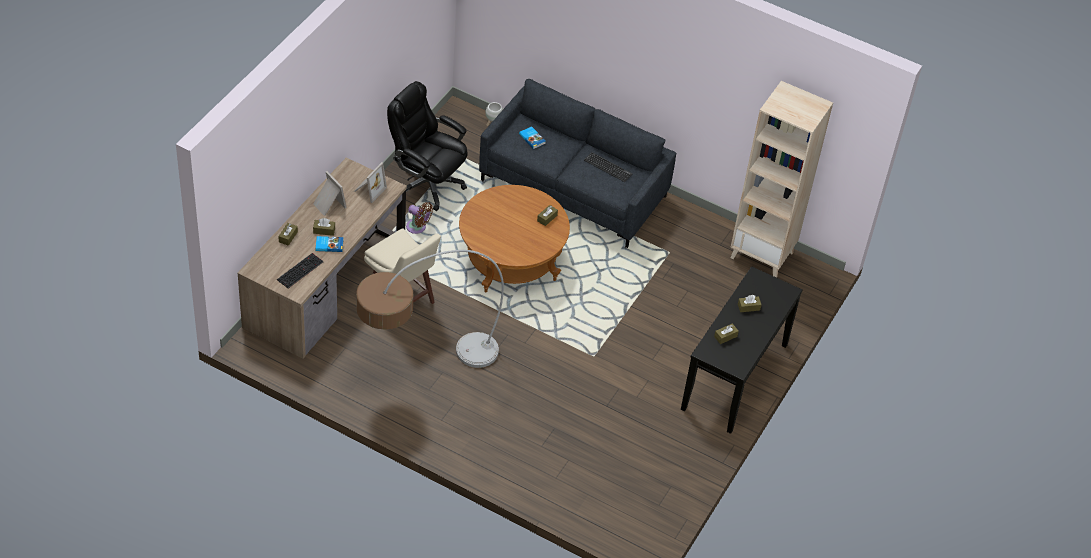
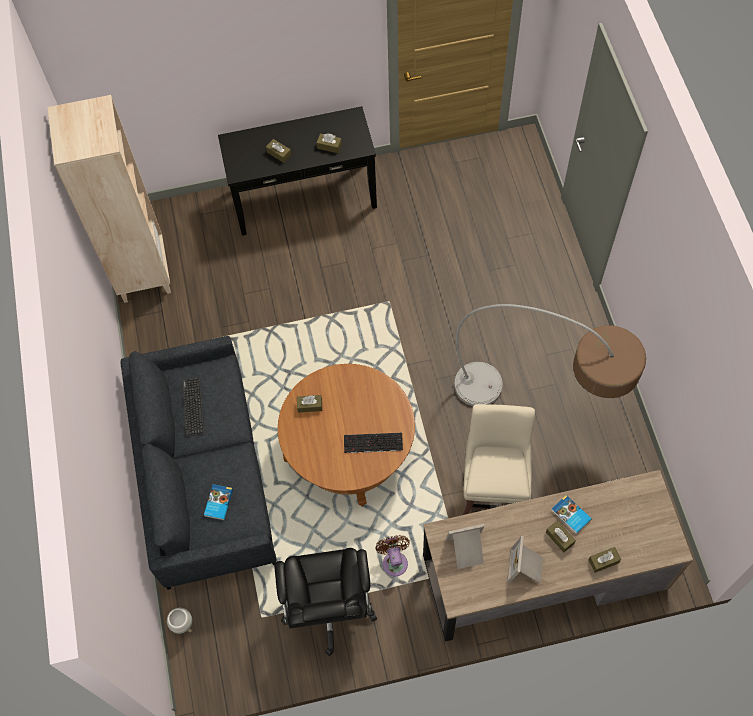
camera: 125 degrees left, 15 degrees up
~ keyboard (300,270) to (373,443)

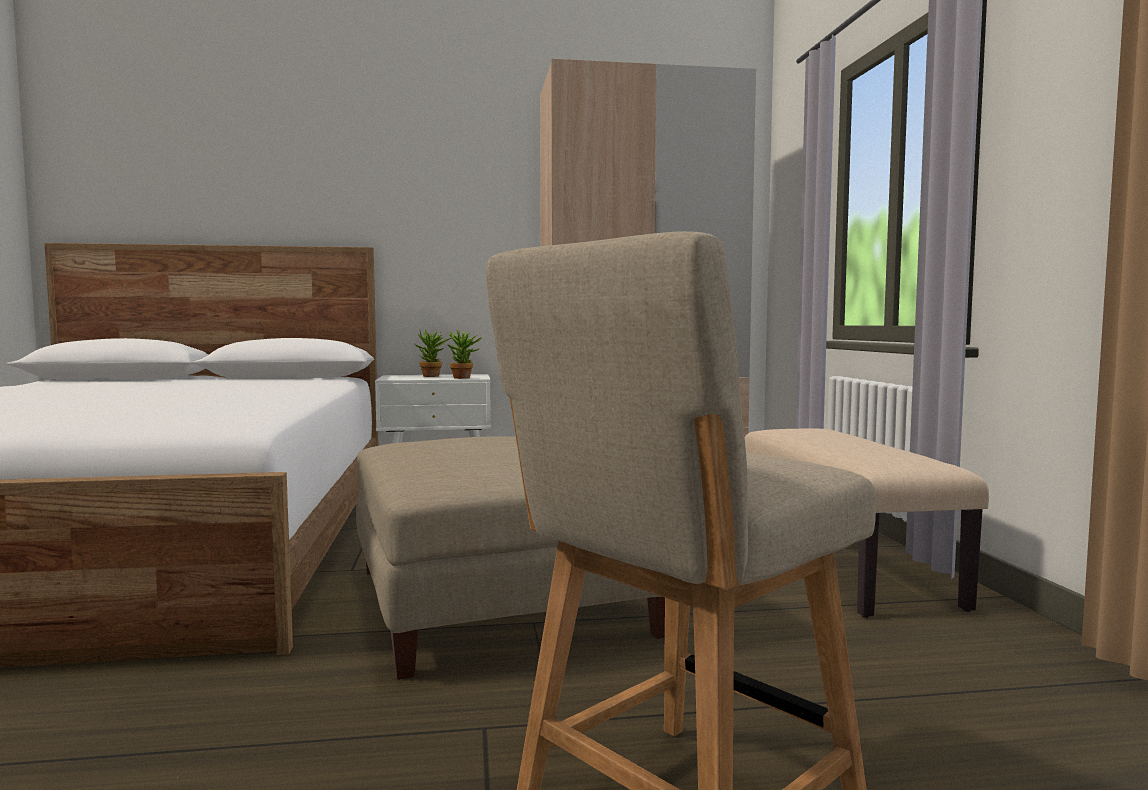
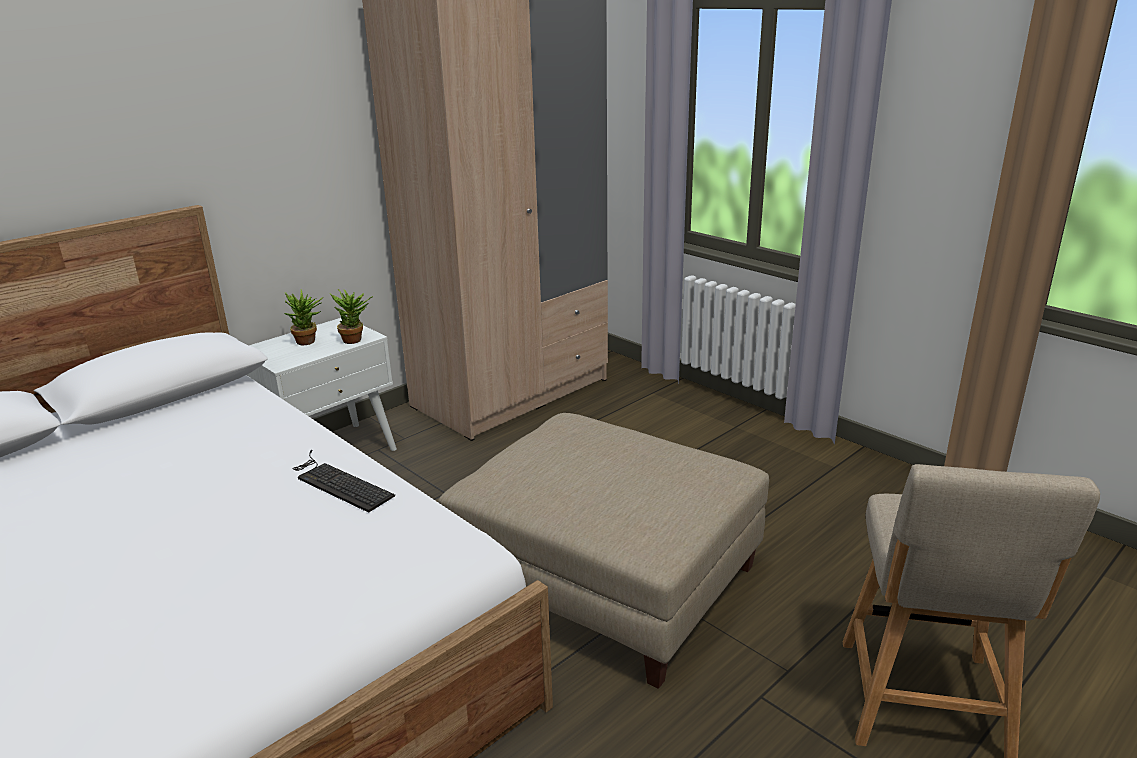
camera: 35 degrees left, 20 degrees up
- bench (beige) (867,523)
+ keyboard (344,481)

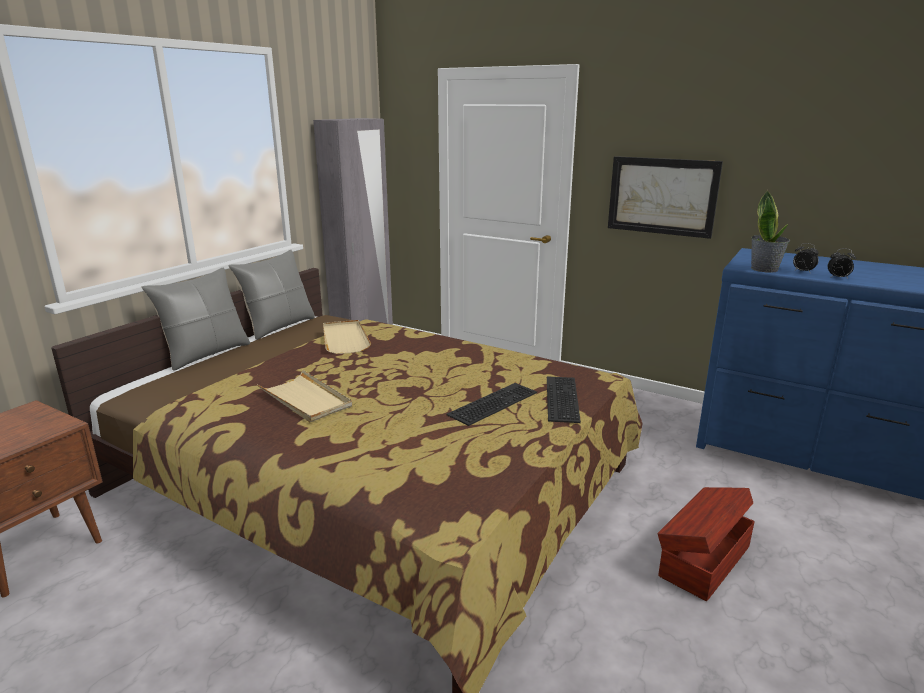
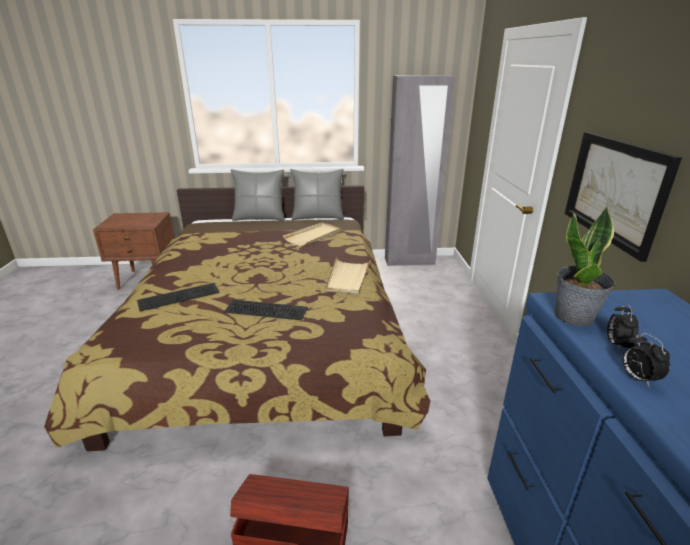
camera: 55 degrees right, 5 degrees up
~ tray (beige) (304,396) to (348,276)
~ keyboard (564,399) to (178,297)

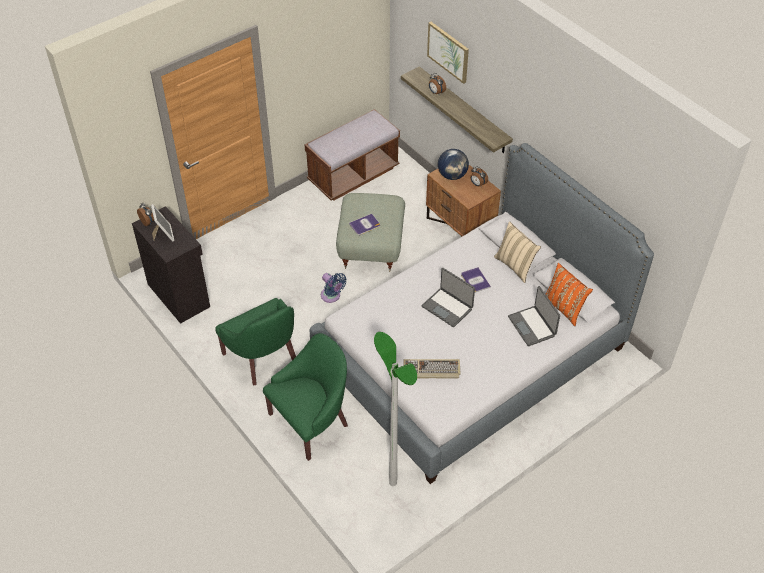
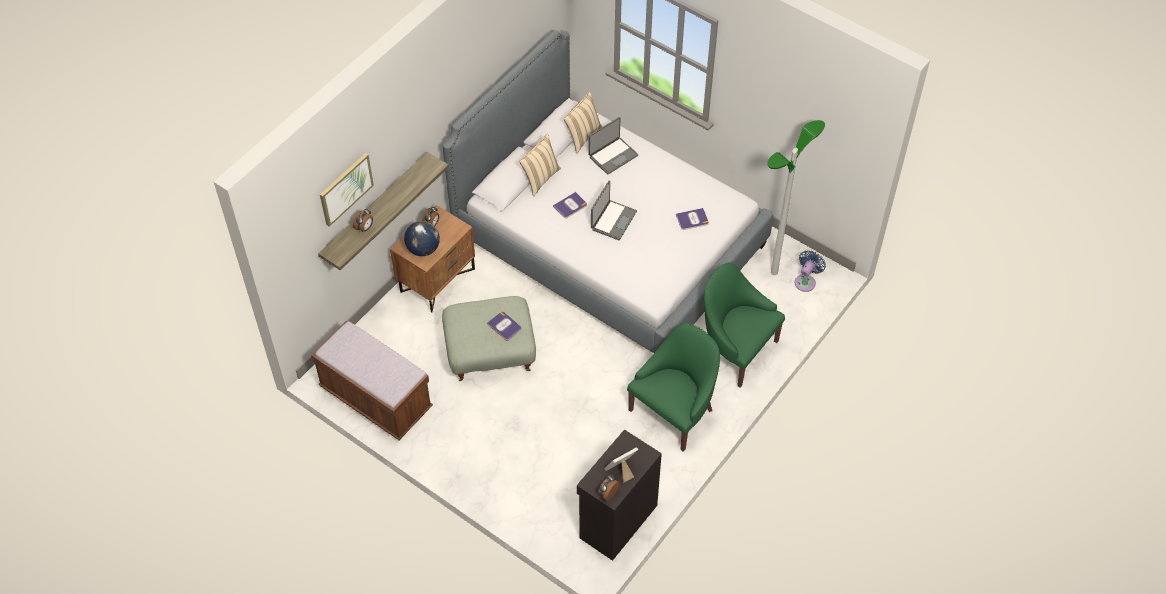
camera: 105 degrees left, 5 degrees up
~ fan (blue) (334,288) to (810,271)
~ keyboard (432,368) to book (692,219)
~ pillow (orange) (569,294) to pillow (beige) (583,123)

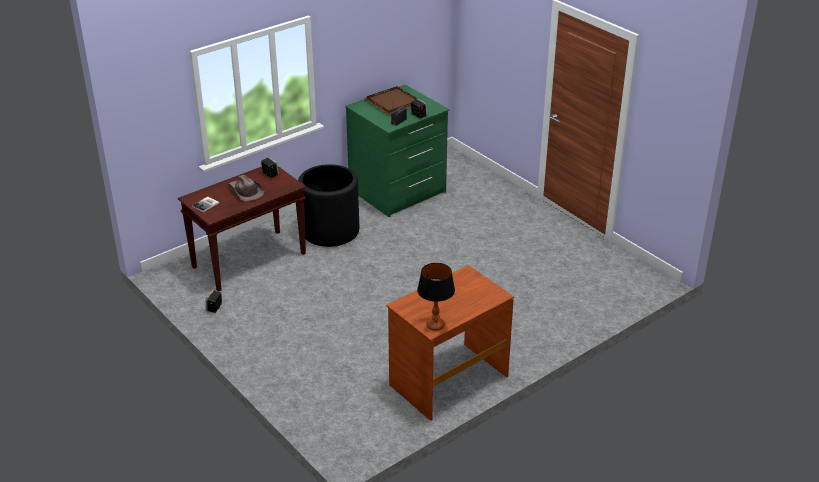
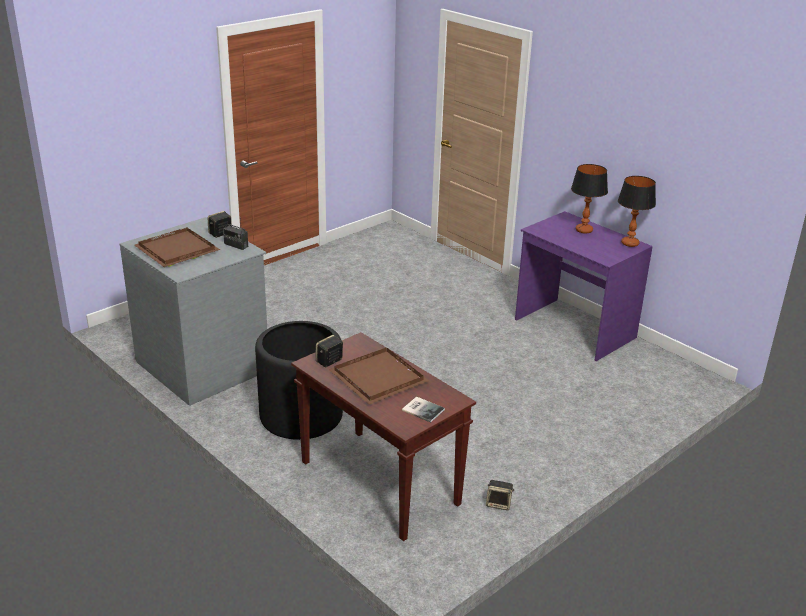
camera: 95 degrees left, 5 degrees down
+ table lamp (589,198)
~ hat (brown) (246,188) to tray (brown) (379,375)
~ dresser (green) (397,151) to dresser (grey) (193,311)
~ desk (brown) (450,343) to desk (purple) (583,286)

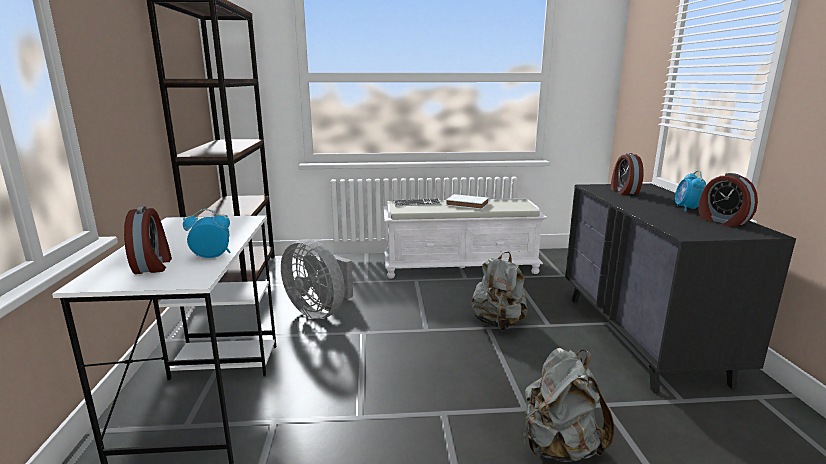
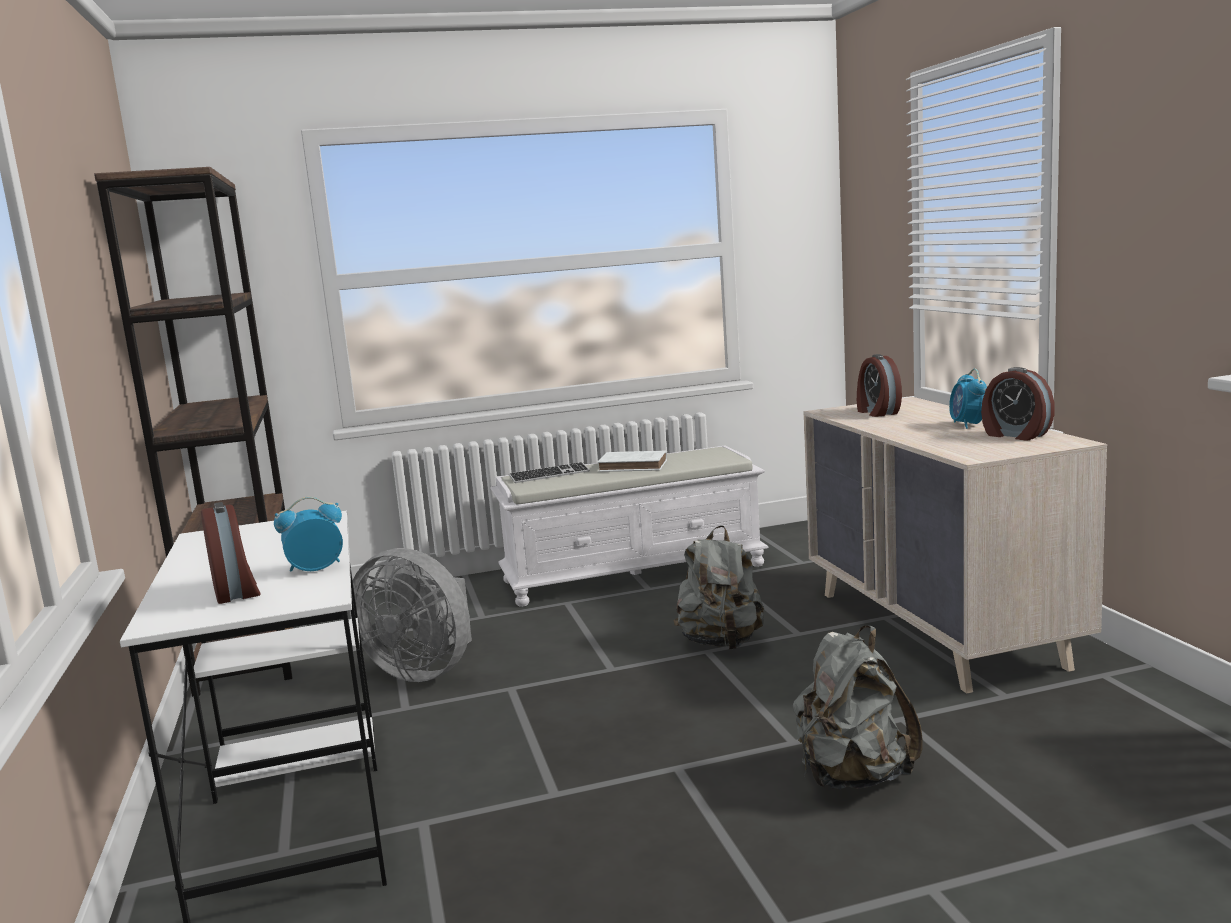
camera: 10 degrees left, 5 degrees down
~ dresser (black) (680,288) to dresser (beige) (955,545)

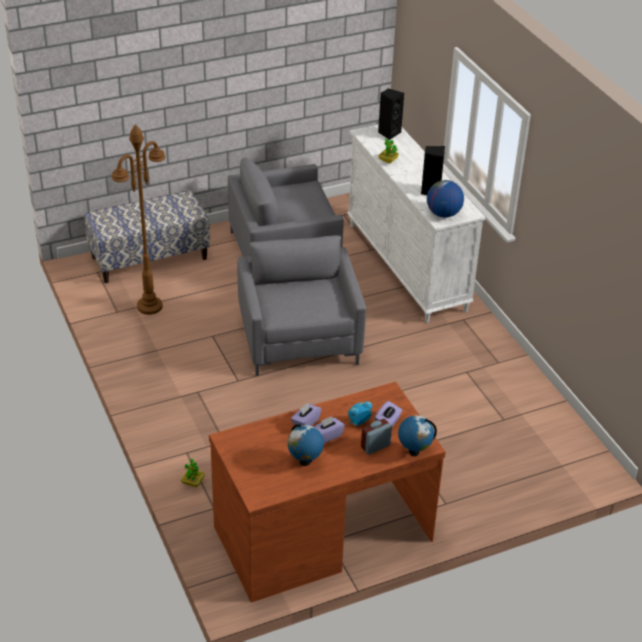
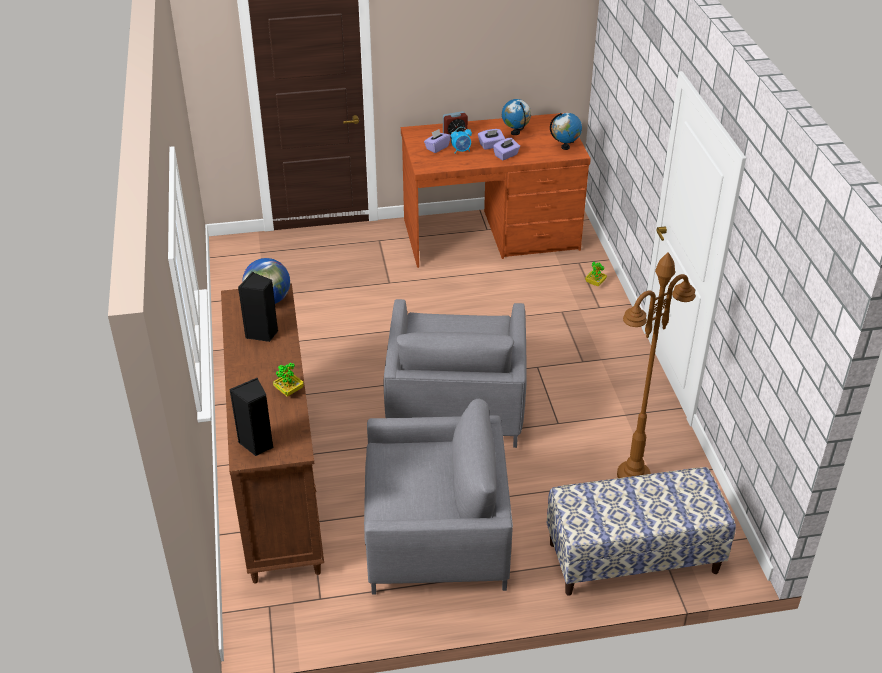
camera: 165 degrees left, 0 degrees up
~ globe (417,435) to (566,131)
~ dresser (white) (416,223) to dresser (brown) (272,433)

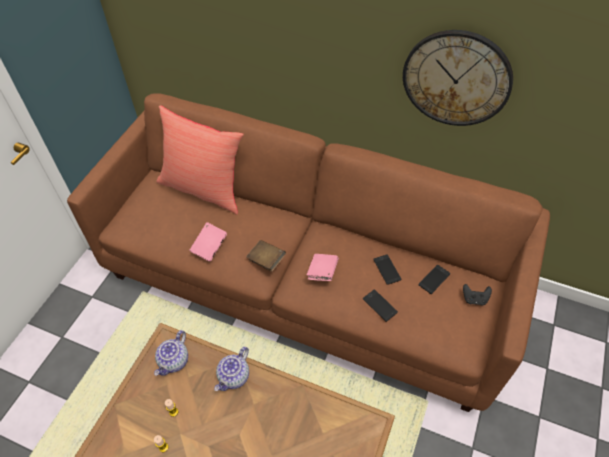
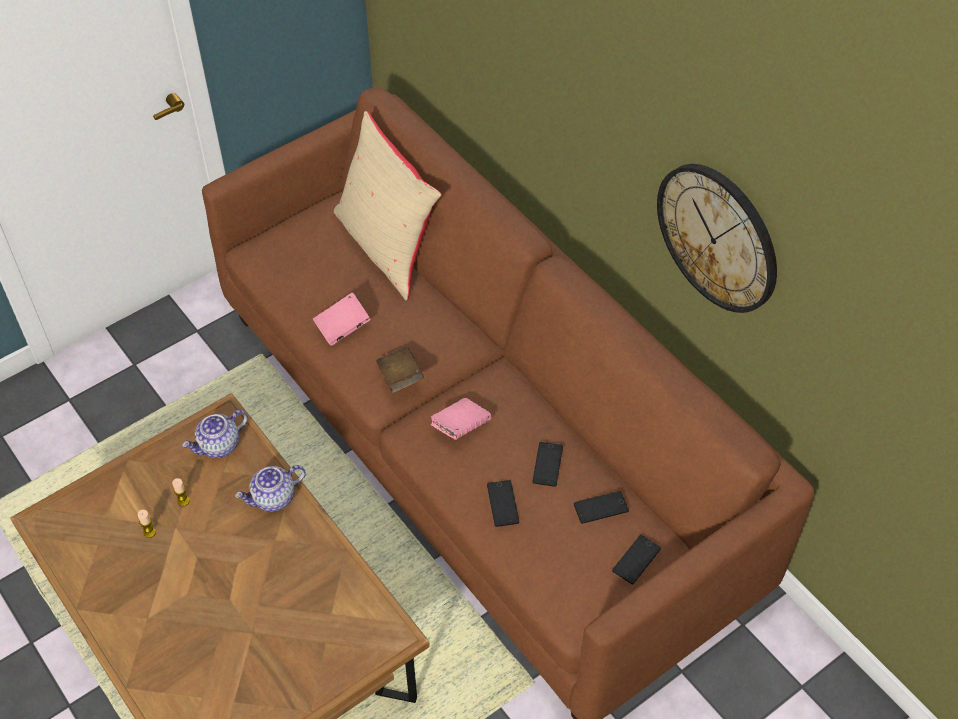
camera: 30 degrees right, 0 degrees up
~ game controller (black) (477,295) to phone (636,559)
~ pillow (red) (200,159) to pillow (beige) (388,205)

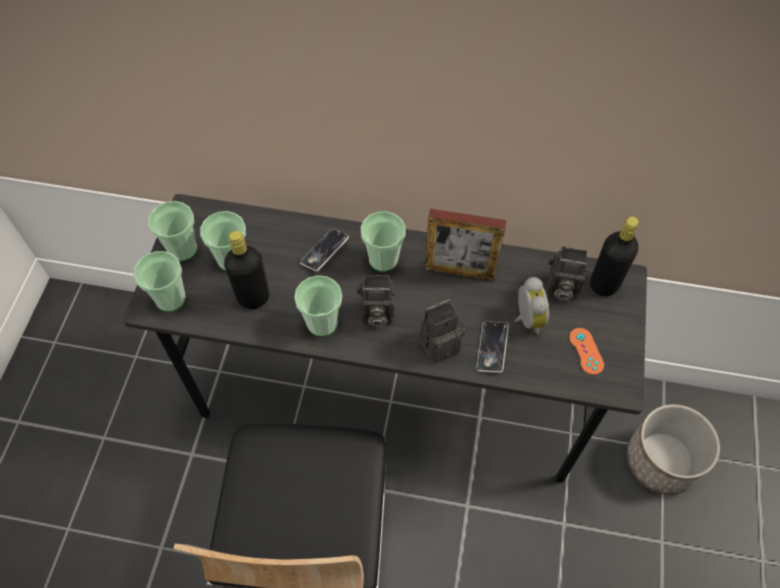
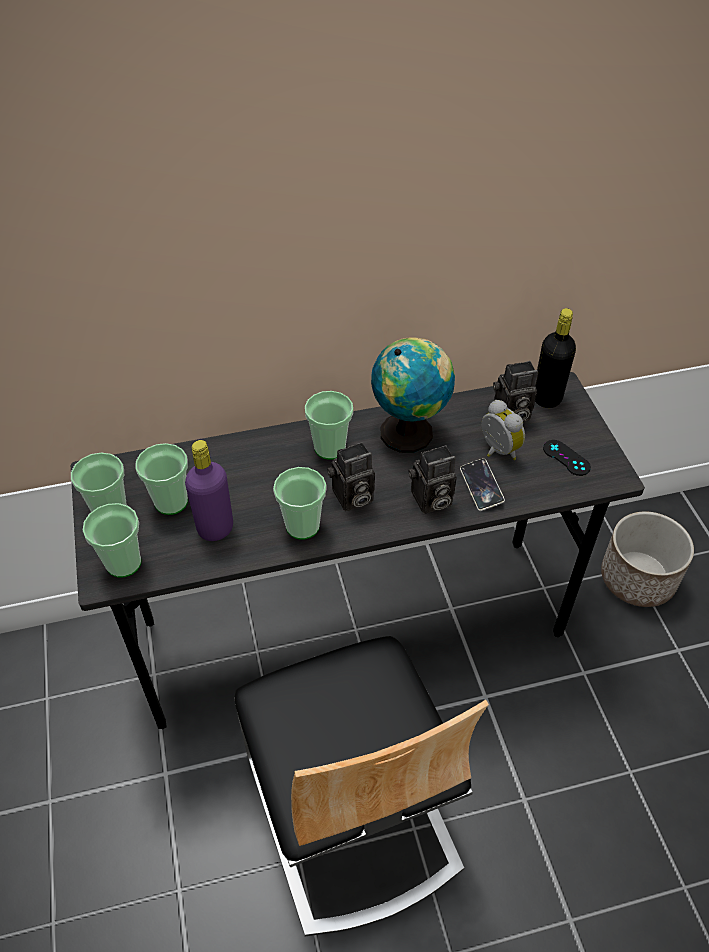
camera: 25 degrees left, 10 degrees down
- phone (324,250)
~ picture frame (465,245) to globe (413,395)
~ bottle (black) (246,270) to bottle (purple) (209,490)
~ game controller (orange) (586,351) to game controller (black) (567,458)
~ photo camera (443,331) = (433,479) 150 degrees counterclockwise

